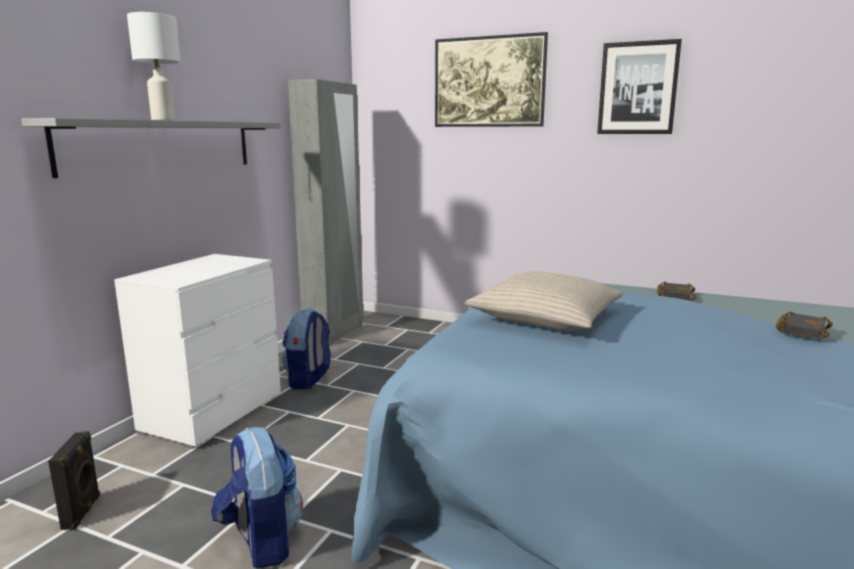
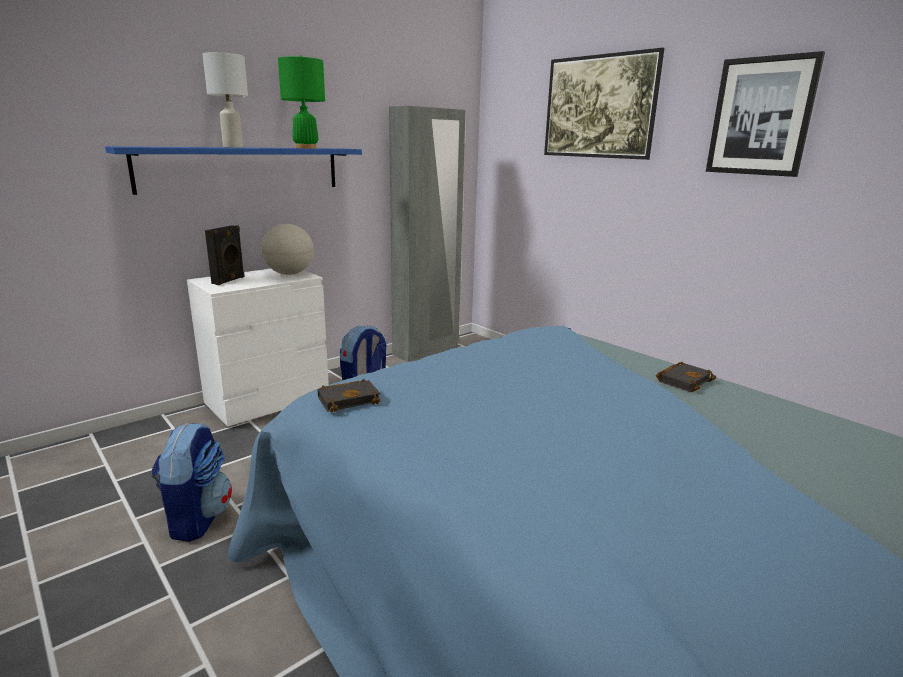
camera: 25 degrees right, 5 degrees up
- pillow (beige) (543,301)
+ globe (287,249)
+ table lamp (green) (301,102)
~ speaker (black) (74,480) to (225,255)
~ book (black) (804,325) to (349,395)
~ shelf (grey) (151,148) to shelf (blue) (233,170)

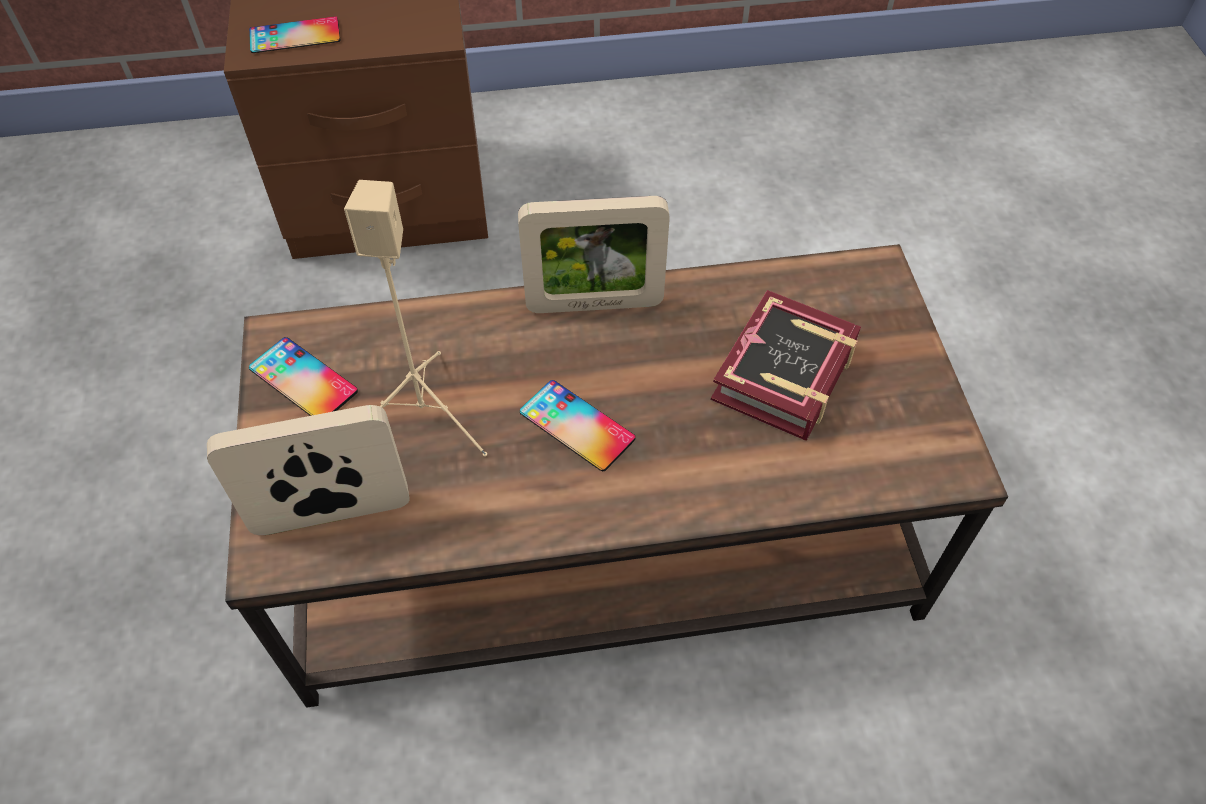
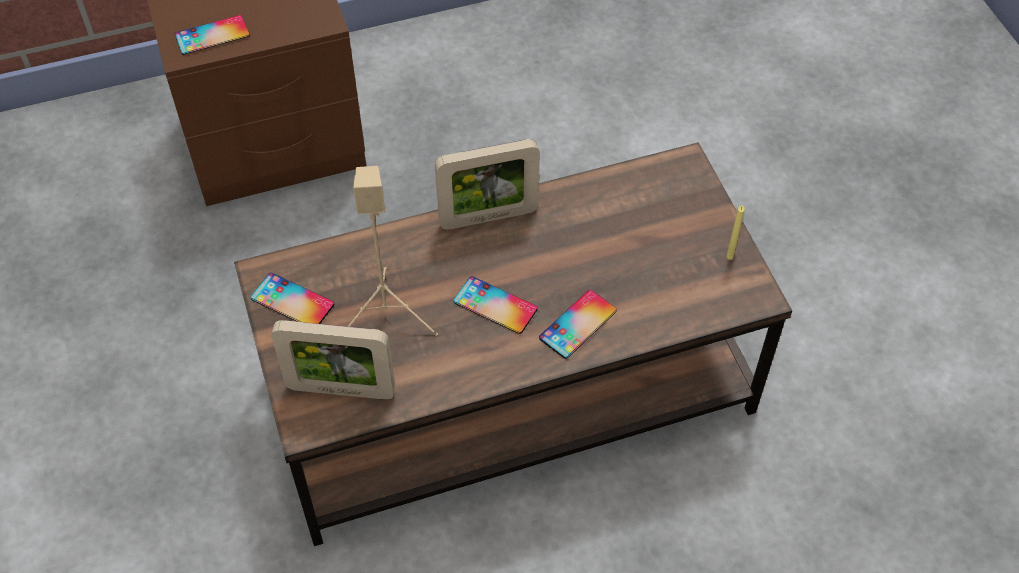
camera: 10 degrees left, 0 degrees up
- book (786,365)
+ phone (578,324)
+ candle (yellow) (735,232)
~ picture frame (308,470) = (333,360) 150 degrees counterclockwise

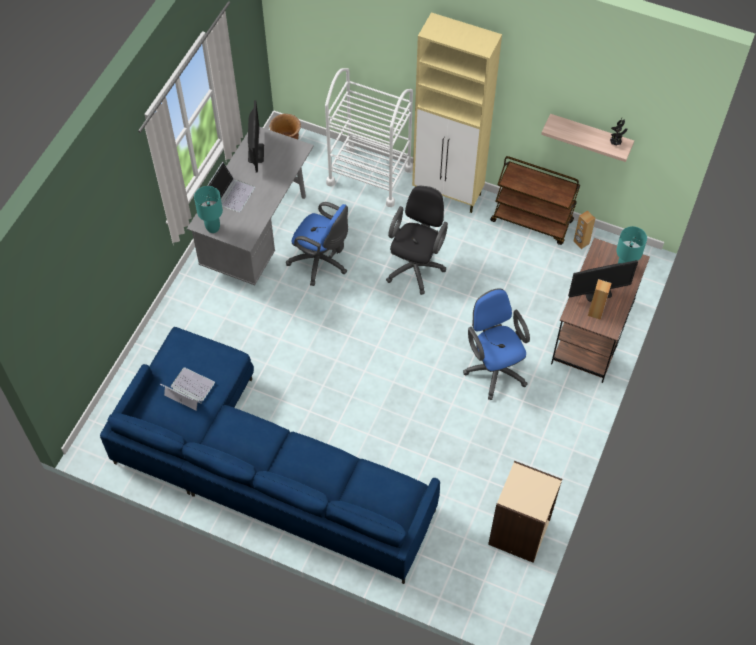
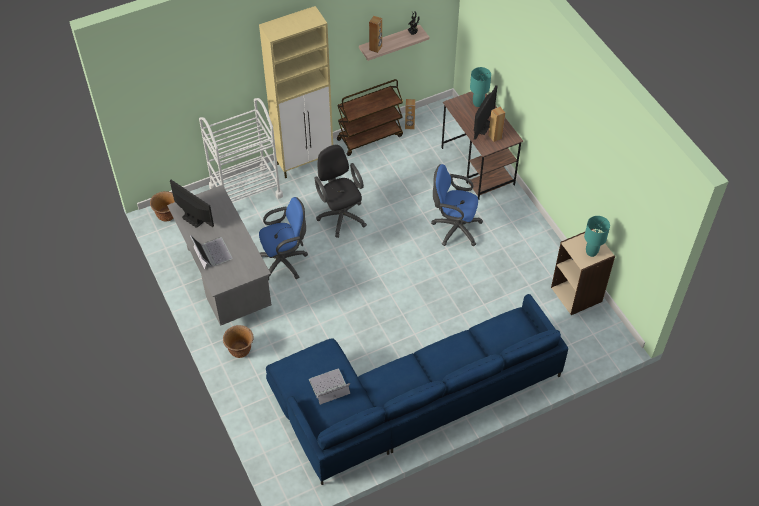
camera: 50 degrees left, 5 degrees down
+ planter (brown) (238,341)
+ speaker (brown) (375,34)
~ table lamp (turquoise) (208,209) to (597,236)

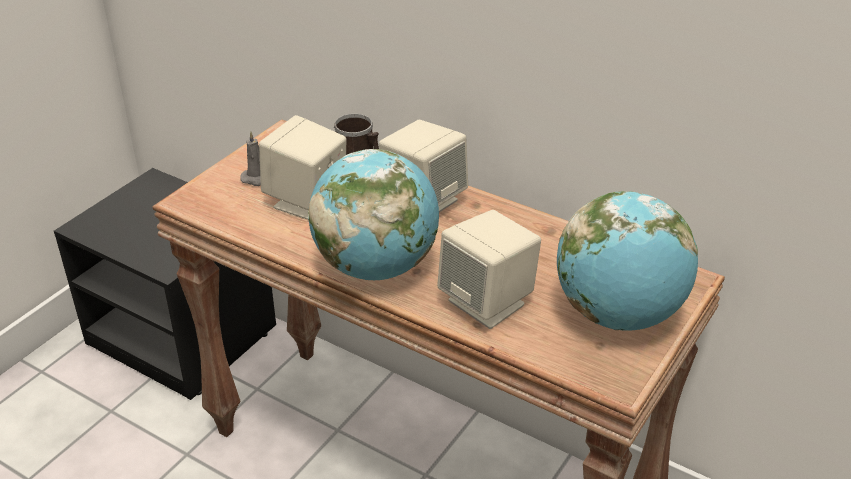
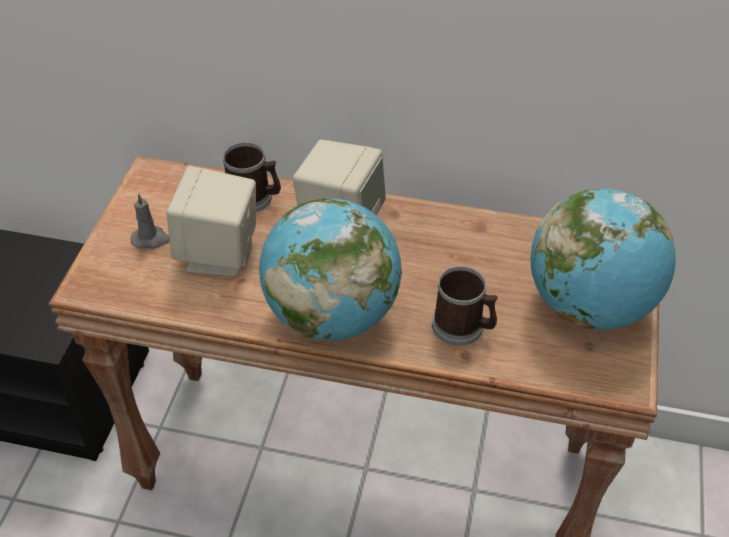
camera: 20 degrees left, 10 degrees up
~ speaker (beige) (489,269) to mug (465,306)

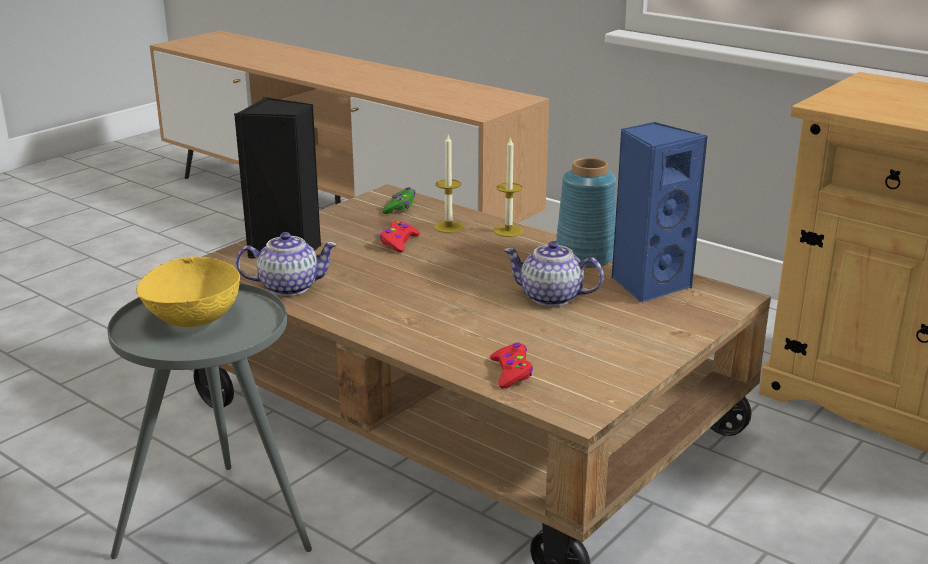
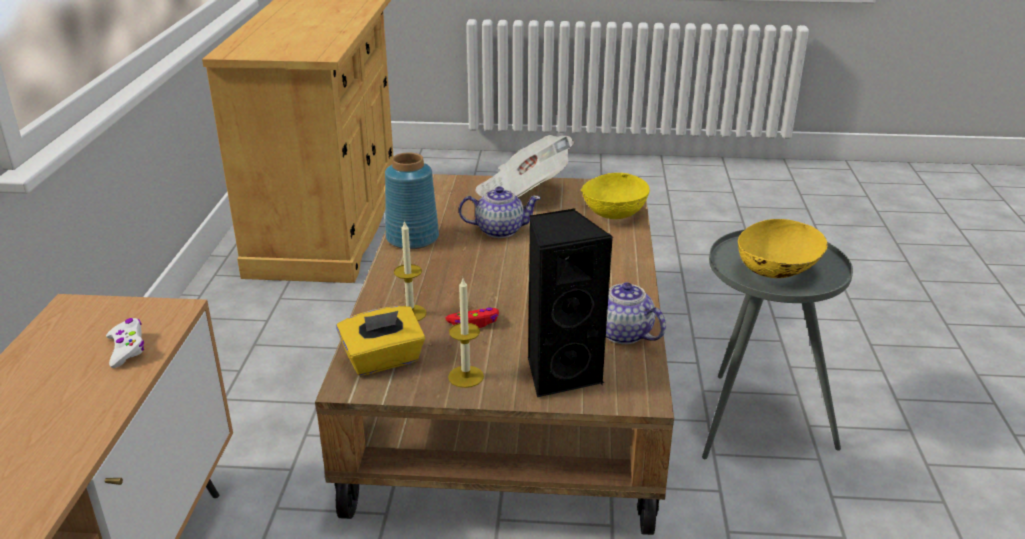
camera: 125 degrees left, 5 degrees up
- speaker (blue) (659,212)
+ game controller (white) (125,343)
+ newspaper (524,166)
~ candle (509,186) to (466,333)
~ game controller (green) (399,200) to tissue box (yellow) (380,341)
~ game controller (red) (511,365) to bowl (yellow) (615,196)
~ teapot (553,274) = (500,212) 75 degrees counterclockwise

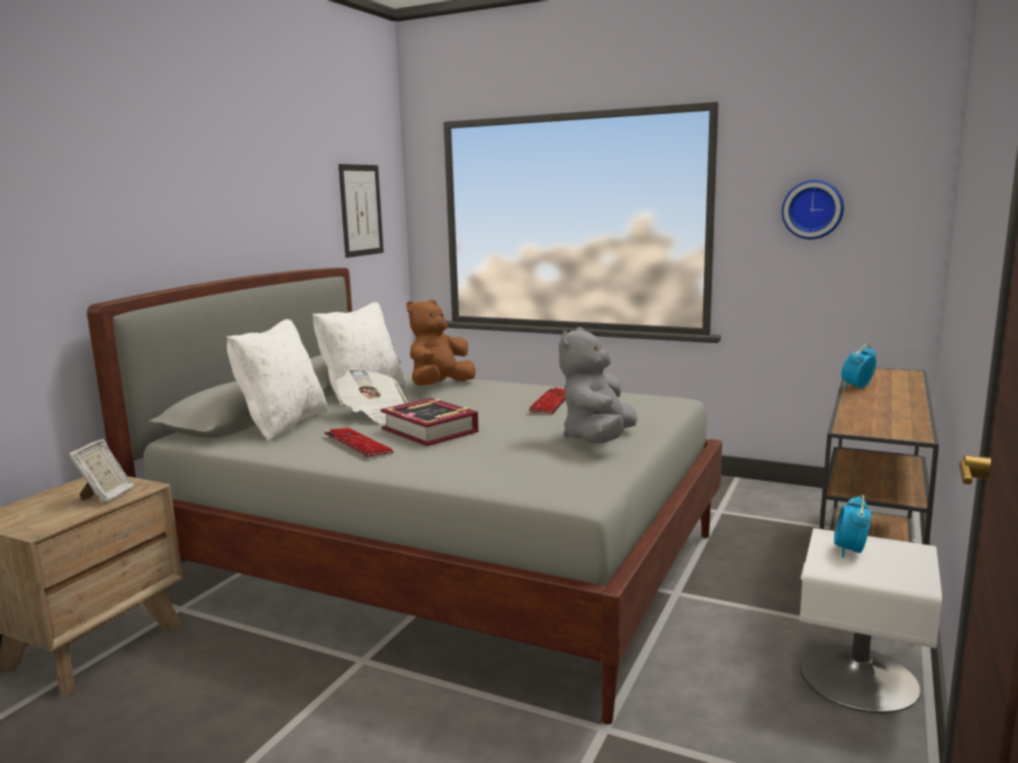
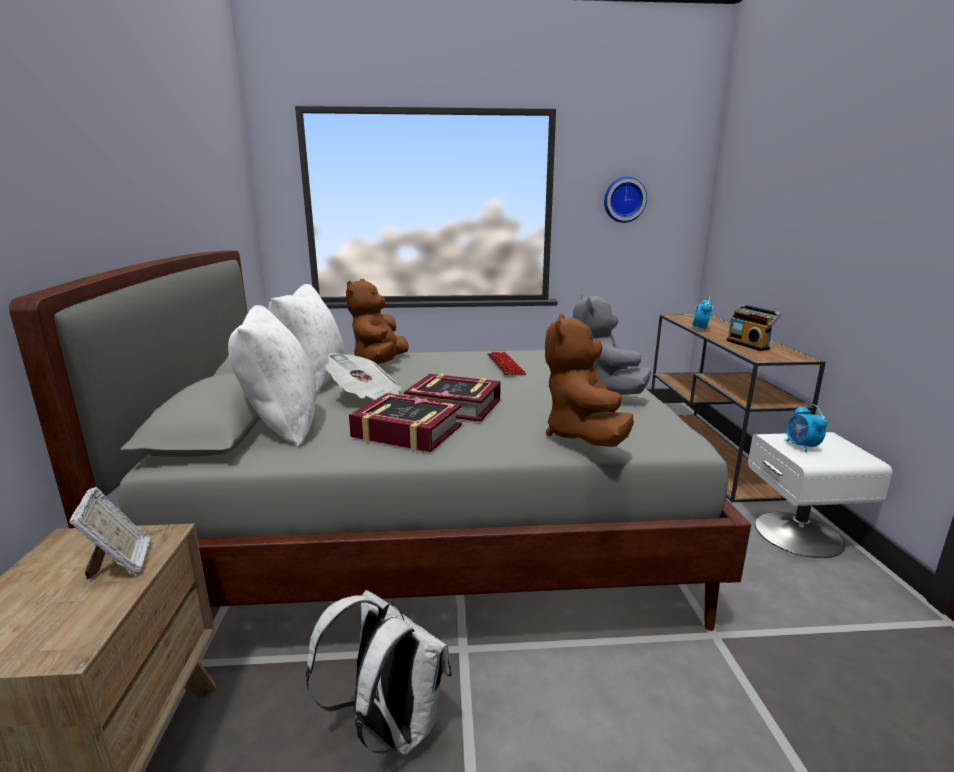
camera: 30 degrees left, 5 degrees up
- picture (361,211)
+ backpack (white) (379,672)
+ plush toy (brown) (589,380)
+ radio (753,327)
~ keyboard (359,442) to book (405,422)

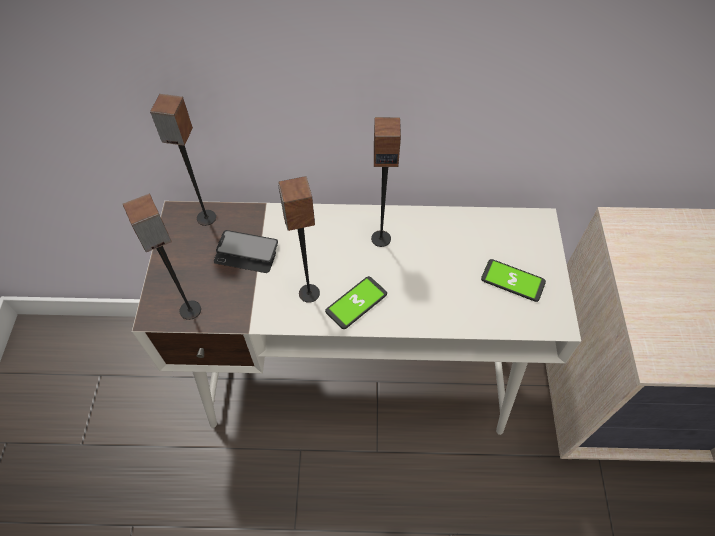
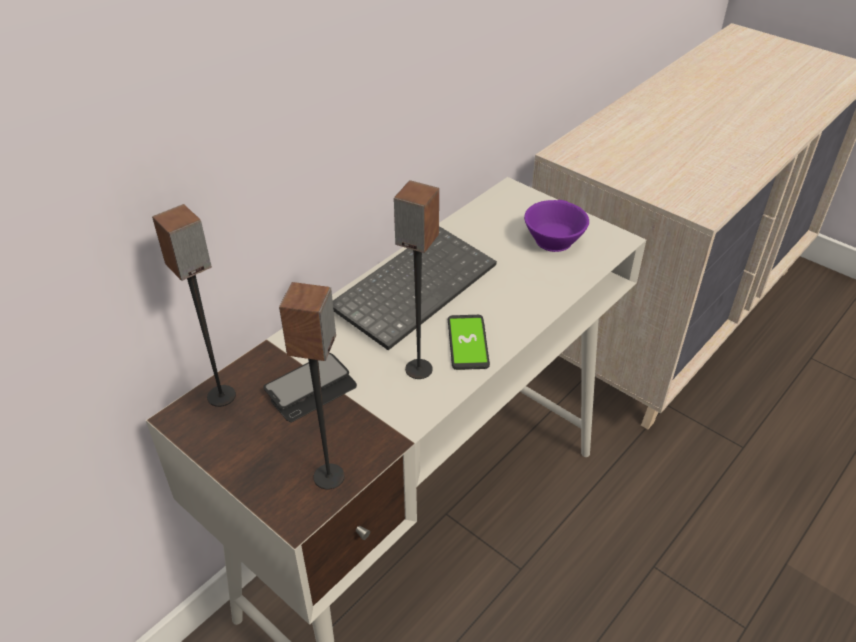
camera: 50 degrees left, 15 degrees down
~ speaker (386,182) to keyboard (415,288)
~ phone (513,280) to cup (purple) (556,226)

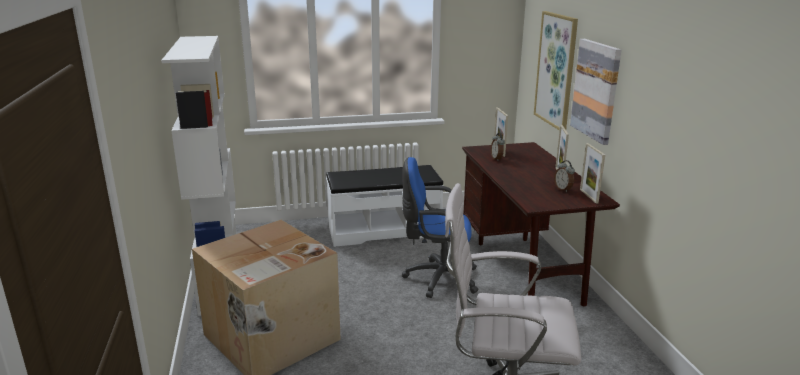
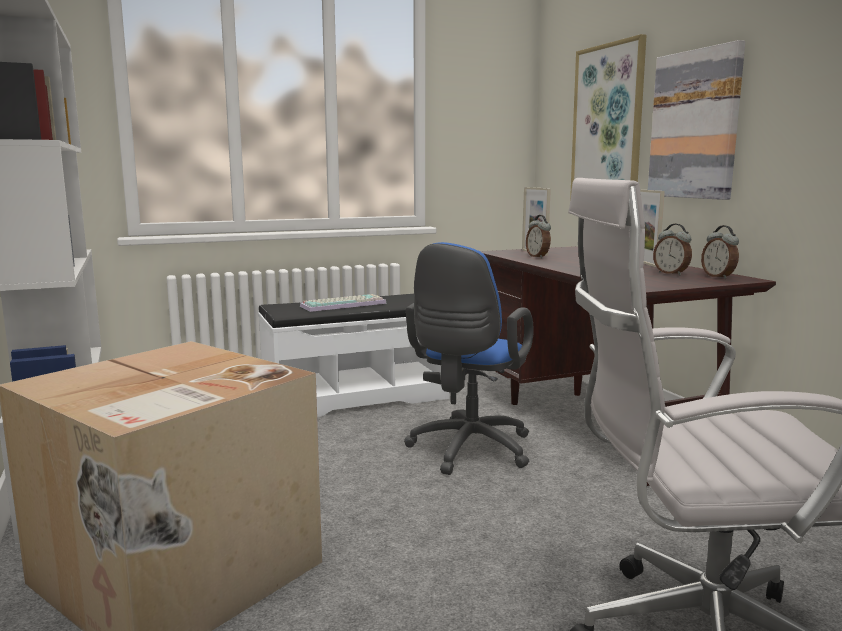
camera: 10 degrees left, 10 degrees down
+ keyboard (343,303)
~ picture frame (592,173) to alarm clock (720,252)
~ office chair (blue) (440,227) = (469,358) 60 degrees counterclockwise

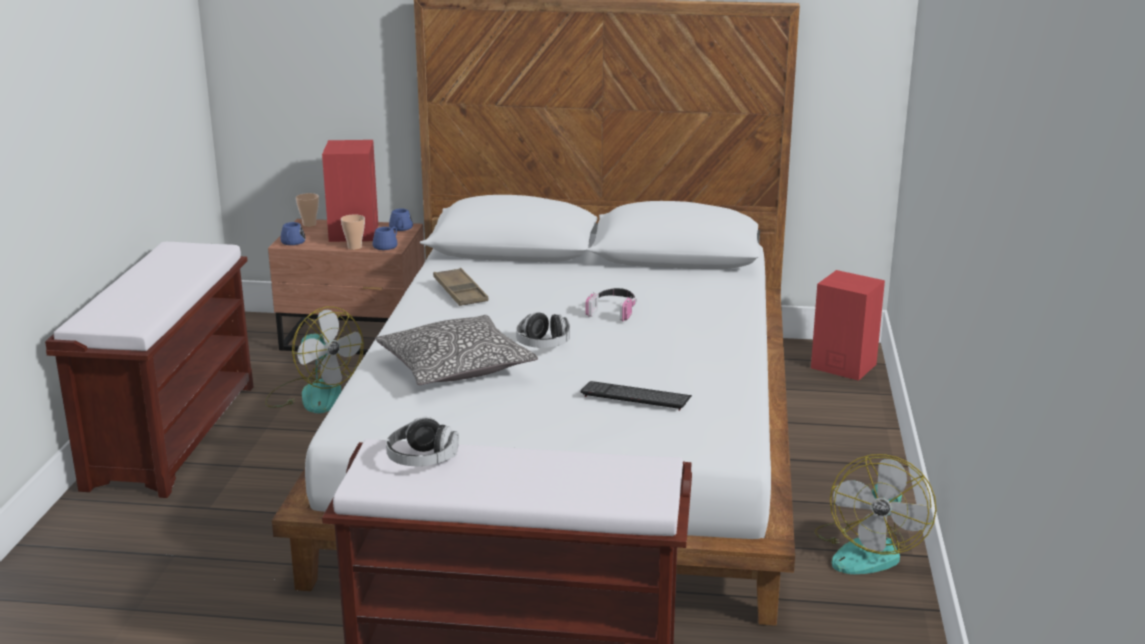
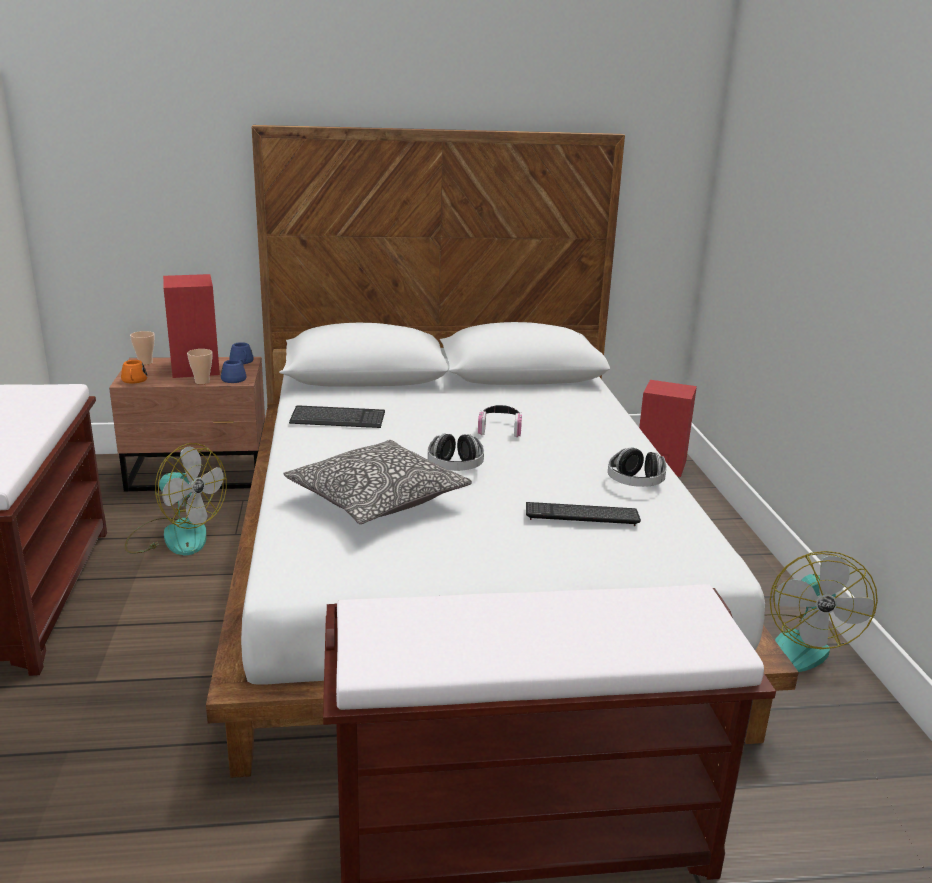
camera: 15 degrees left, 0 degrees up
~ headphones (422,441) to (637,467)
~ tray (brown) (460,287) to keyboard (337,416)
~ mug (blue) (293,233) to mug (orange) (134,371)

